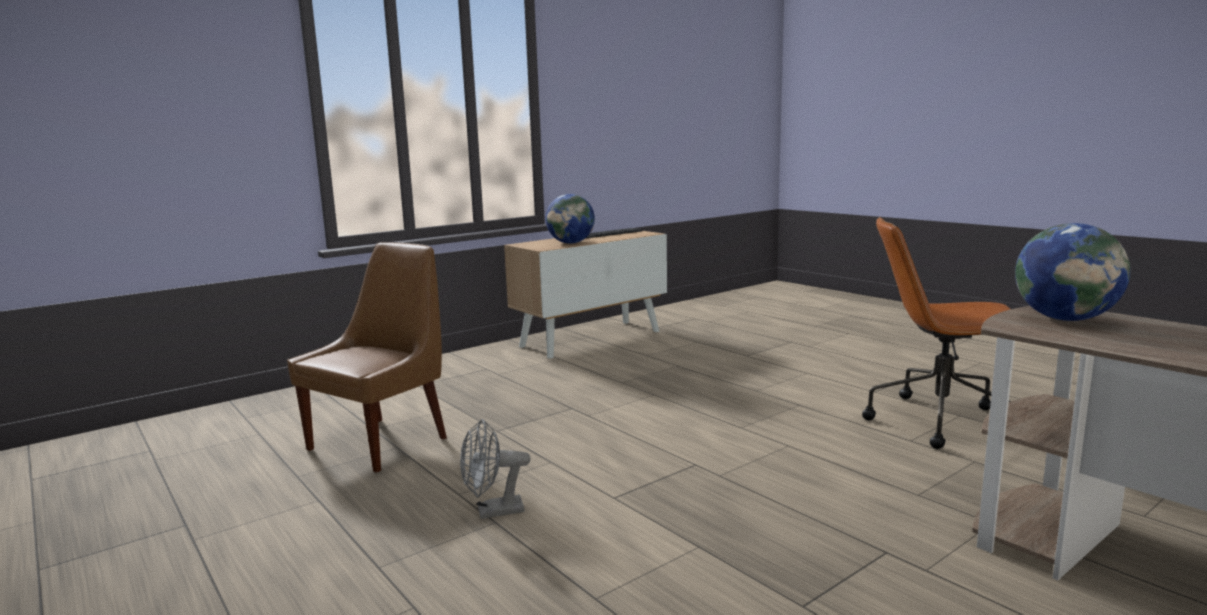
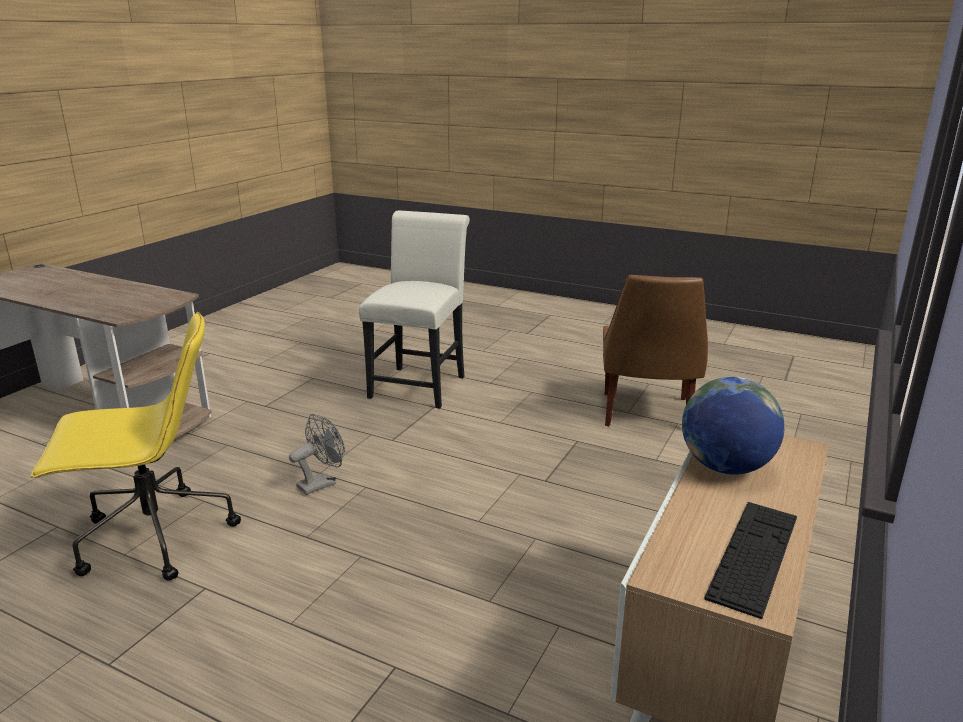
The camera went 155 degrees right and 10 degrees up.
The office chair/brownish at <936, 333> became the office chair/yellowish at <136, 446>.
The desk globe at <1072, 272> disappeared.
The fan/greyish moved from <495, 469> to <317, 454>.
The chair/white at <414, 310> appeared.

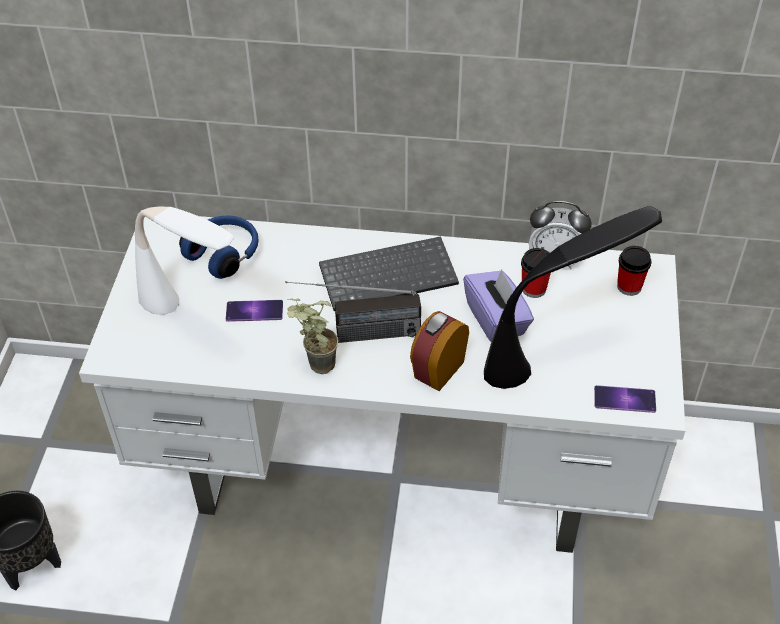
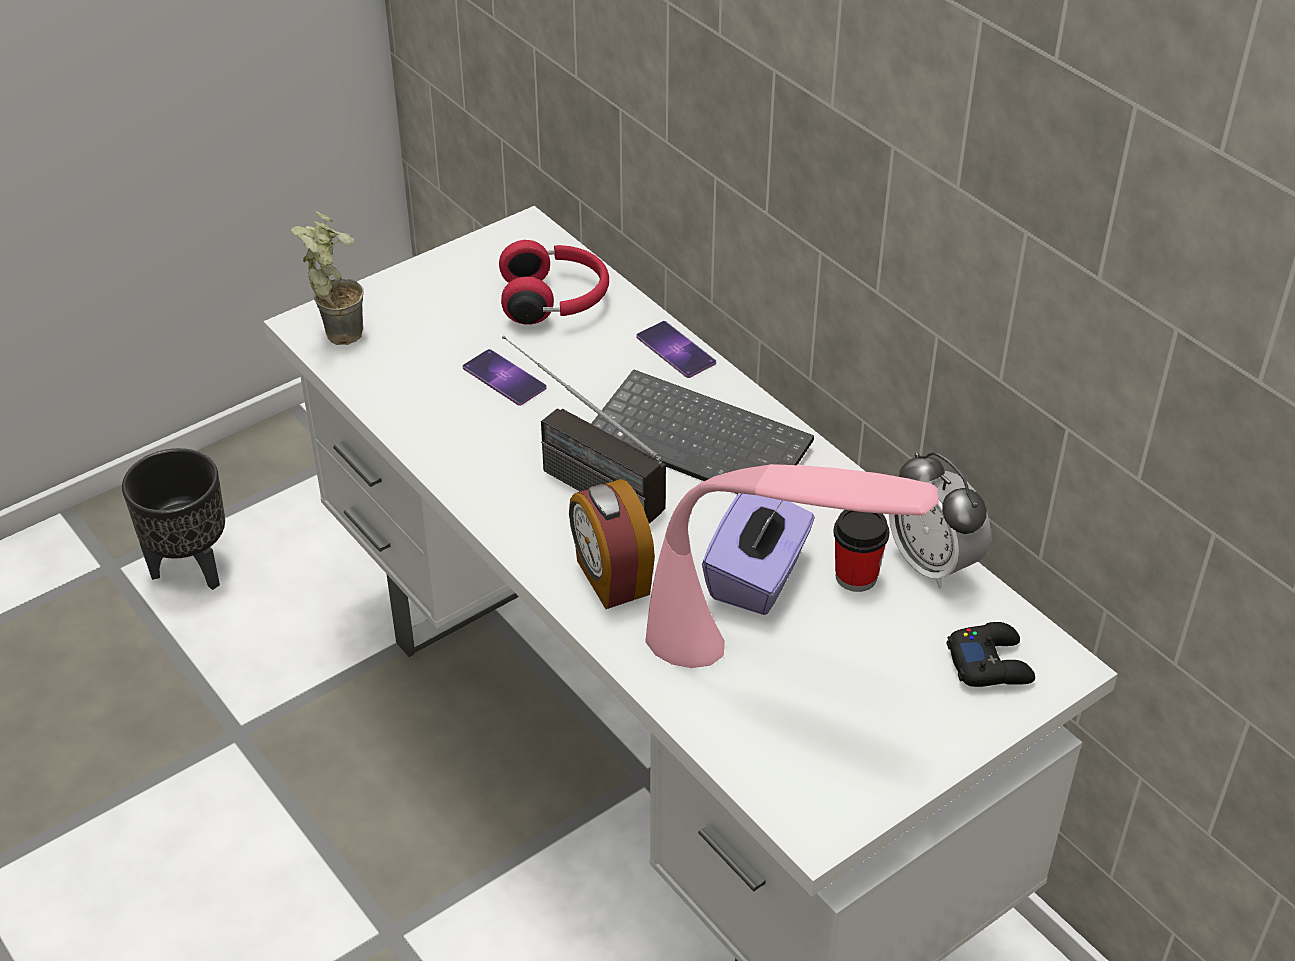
The camera went 45 degrees right and 5 degrees down.
The lamp for a table/black-coloured at <573, 297> became the lamp for a table/pink at <792, 566>.
The lamp for a table/white at <184, 261> disappeared.
The headset/blue at <219, 247> became the headset/red at <554, 282>.
The drinking cup at <634, 271> was replaced by the game controller/black-coloured at <990, 654>.
The houseplant moved from <312, 336> to <327, 278>.
The alarm clock at <439, 351> turned 105 degrees counterclockwise.
The handset moved from <625, 399> to <676, 349>.

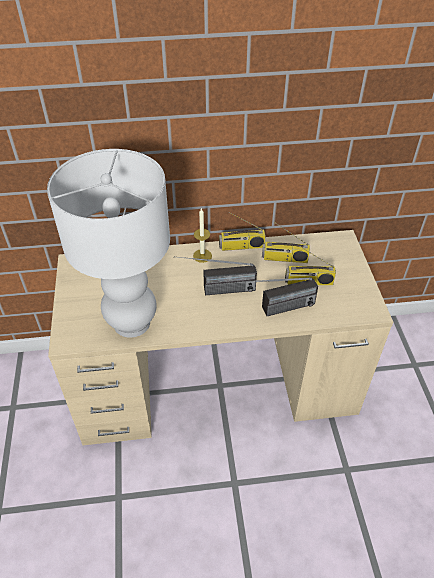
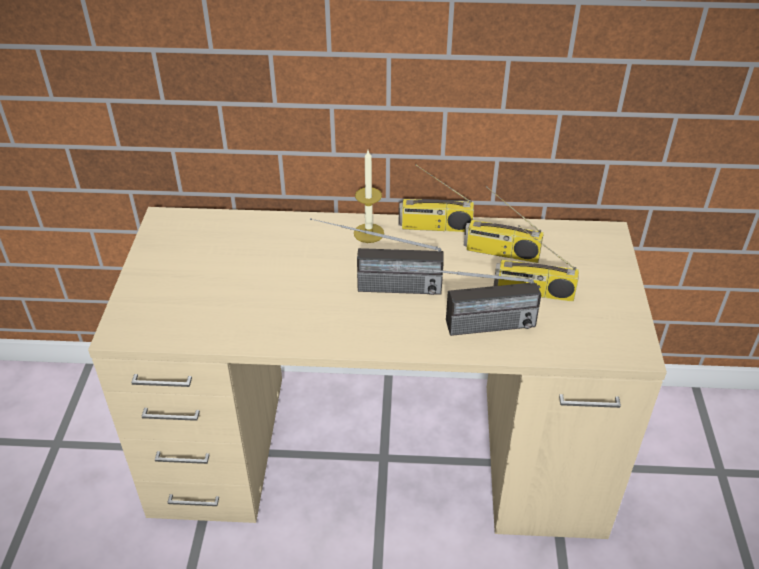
The camera went 10 degrees right and 5 degrees down.
The lamp for a table/white at <108, 243> disappeared.

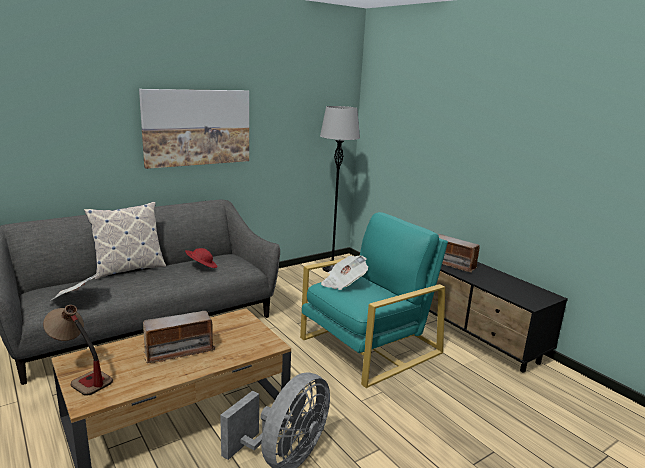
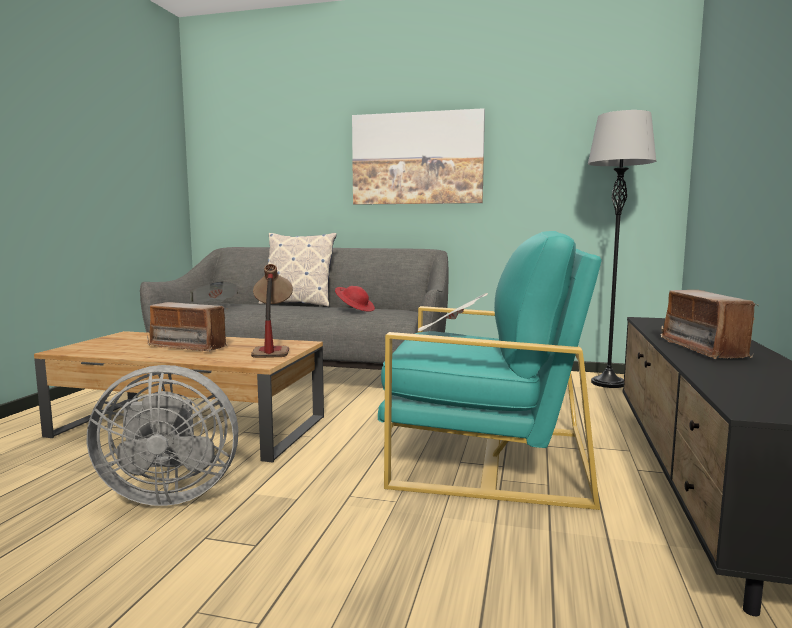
The camera went 50 degrees right and 10 degrees down.
The lamp for a table moved from <78, 350> to <272, 311>.

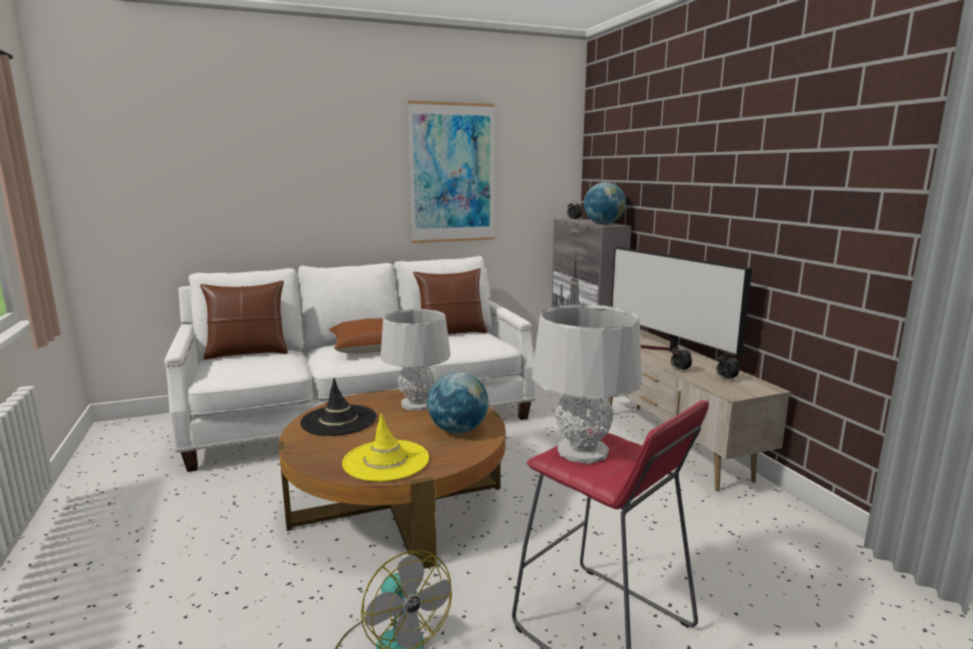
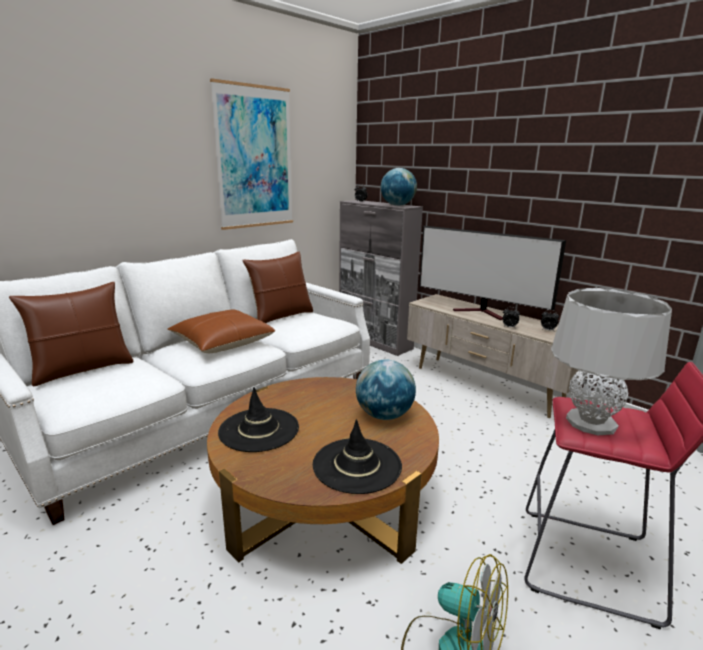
The camera went 25 degrees left and 5 degrees up.
The lamp for a table/greyish at <415, 360> disappeared.
The clothing hat/yellowish at <385, 447> became the clothing hat/black-coloured at <357, 456>.

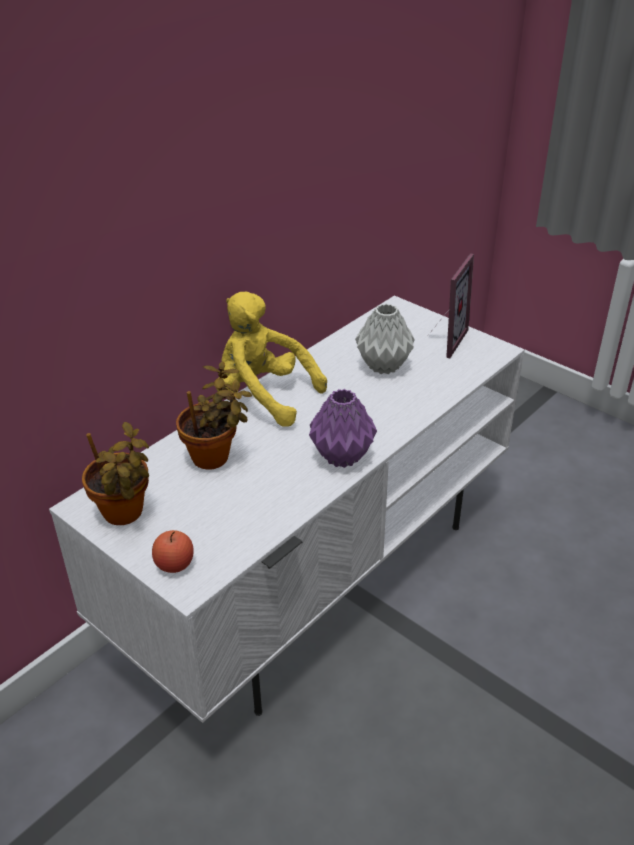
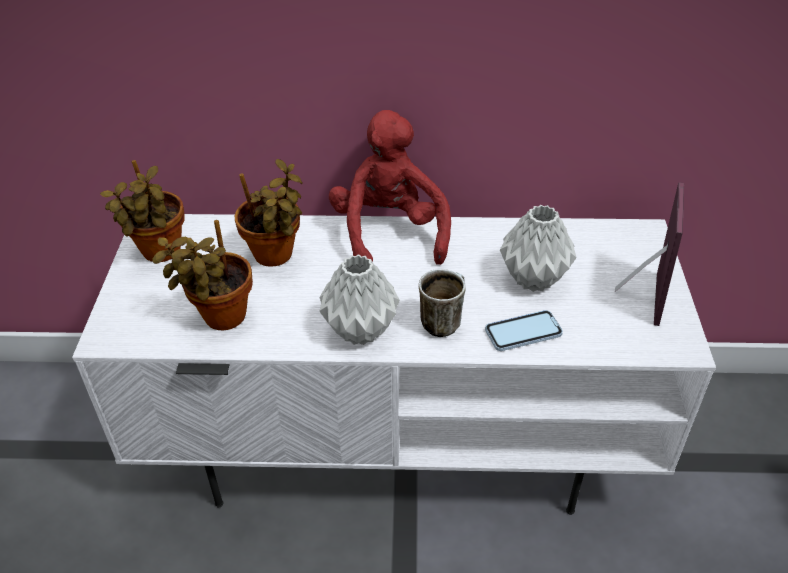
The camera went 50 degrees right and 5 degrees up.
The photo frame at <451, 305> turned 60 degrees counterclockwise.
The plush toy/yellowish at <271, 359> became the plush toy/red at <390, 187>.
The vase/purple-coloured at <343, 428> became the vase/greyish at <359, 299>.
The apple fruit at <173, 551> disappeared.
The houseplant at <203, 275> appeared.
The mug at <442, 303> appeared.
The handset at <524, 330> appeared.

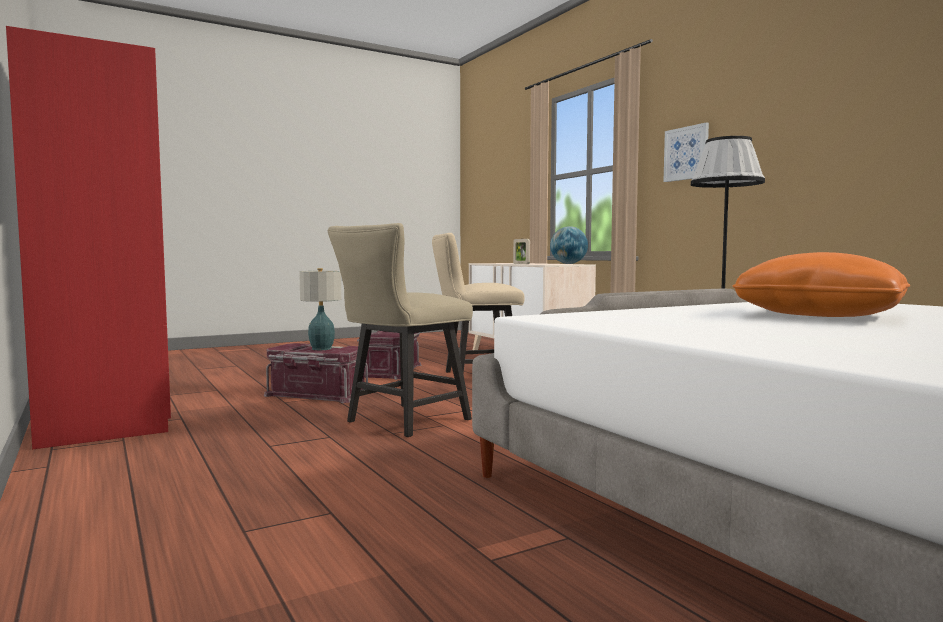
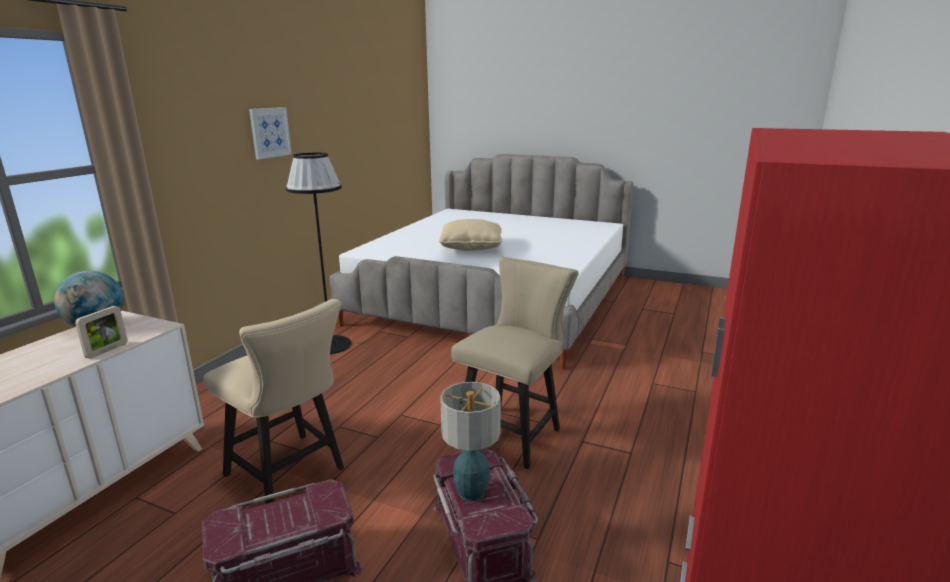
The camera went 125 degrees left and 15 degrees up.
The picture moved from <686, 152> to <270, 133>.
The chair/beige at <400, 330> turned 60 degrees counterclockwise.
The cushion/orange at <821, 284> became the cushion/beige at <470, 235>.

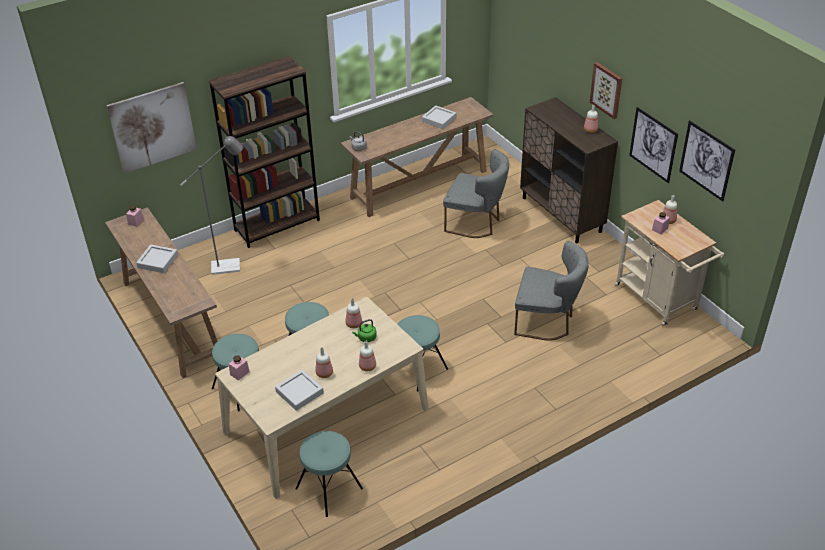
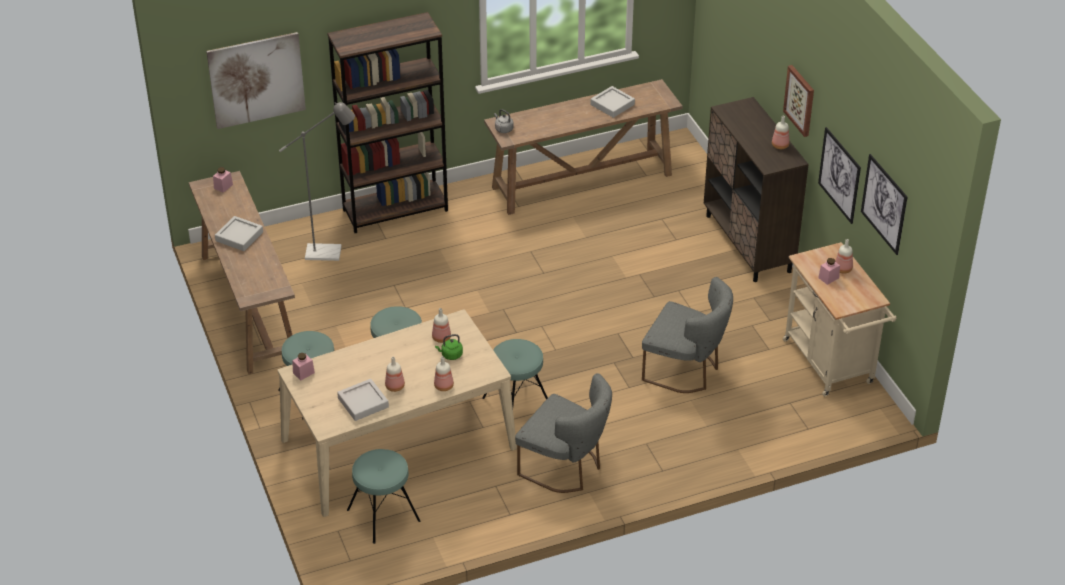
The camera went 10 degrees right and 0 degrees up.
The chair/greyish moved from <476, 193> to <563, 433>.

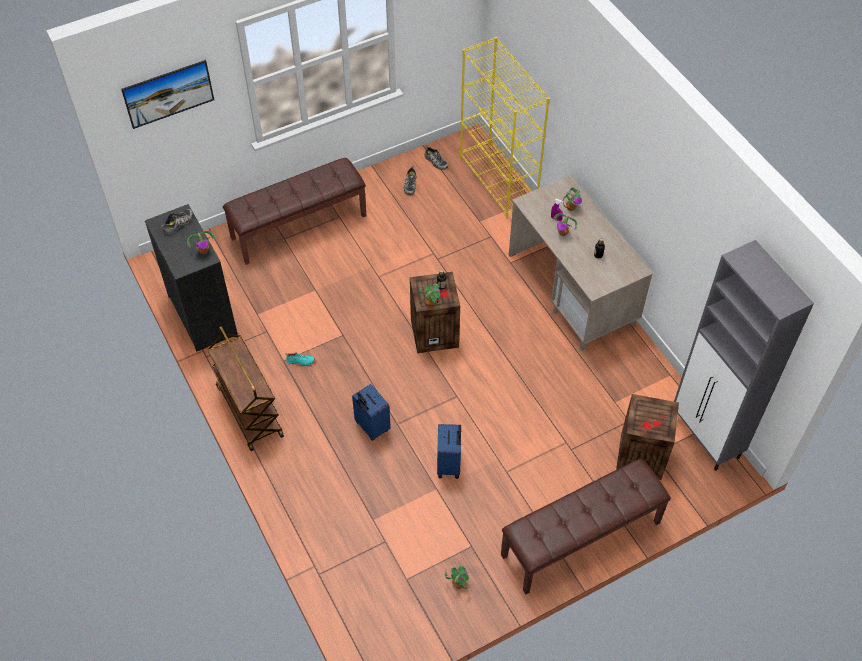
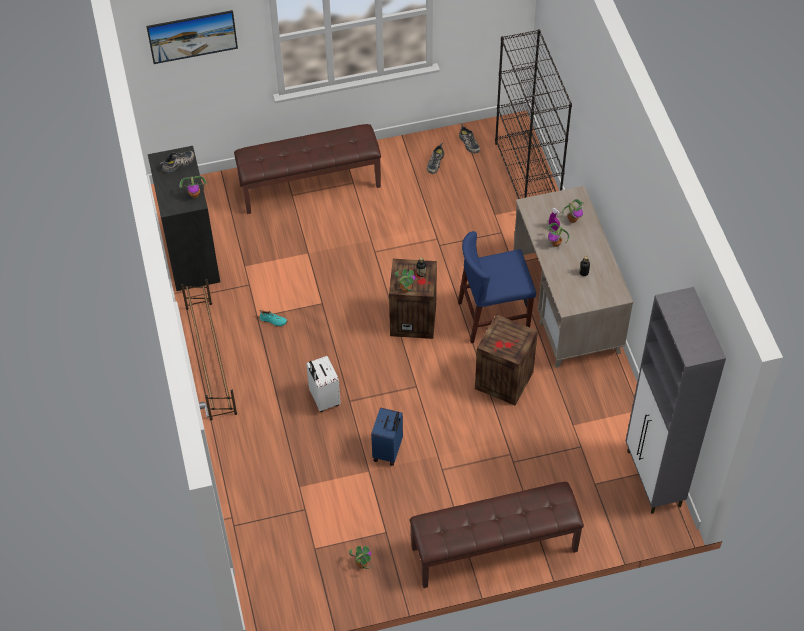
The camera went 15 degrees right and 0 degrees up.
The shelving unit/yellowish at <505, 127> became the shelving unit/black-coloured at <533, 114>.
The wheeled cart/brownish at <245, 388> was replaced by the shoe stand/brownish at <209, 349>.
The piece of luggage/blue at <371, 412> became the piece of luggage/white at <323, 384>.
The packing crate moved from <647, 437> to <506, 359>.
The chair/blue at <497, 287> appeared.

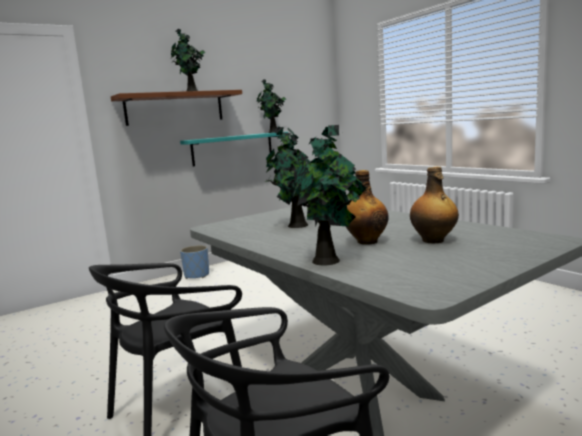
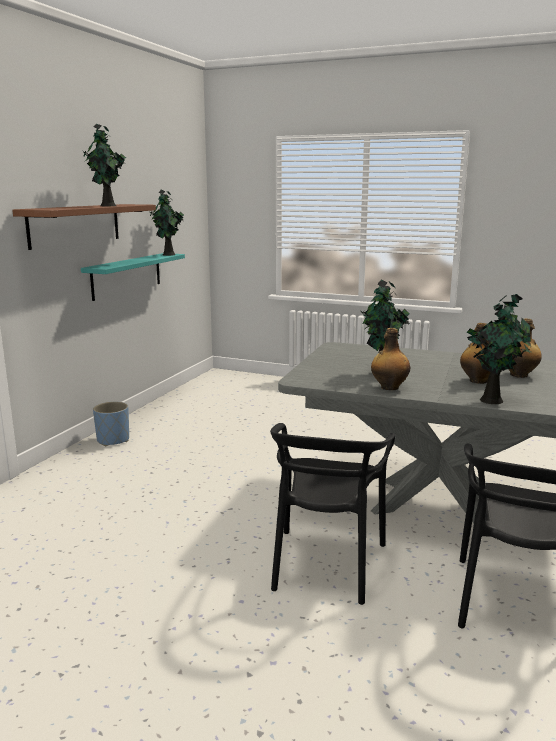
The camera went 35 degrees left and 5 degrees up.
The beverage bottle at <390, 359> appeared.

